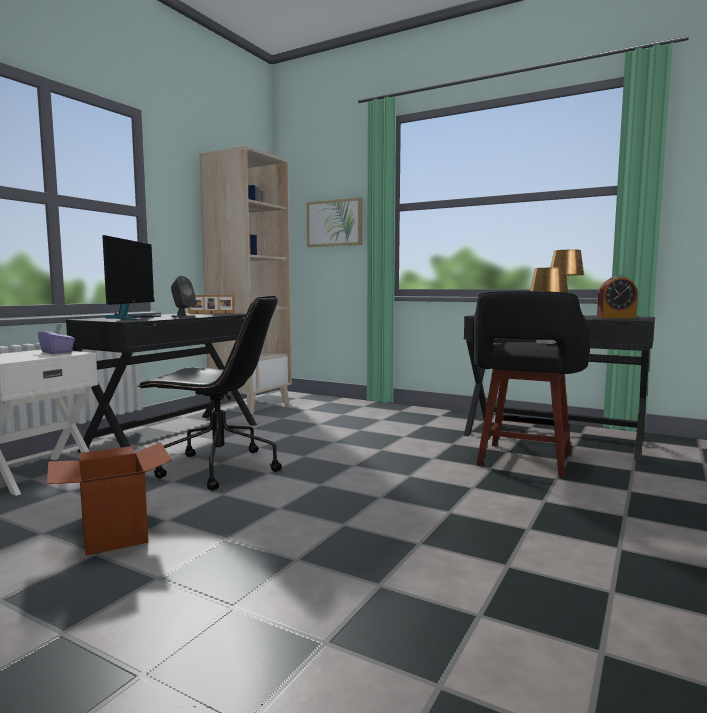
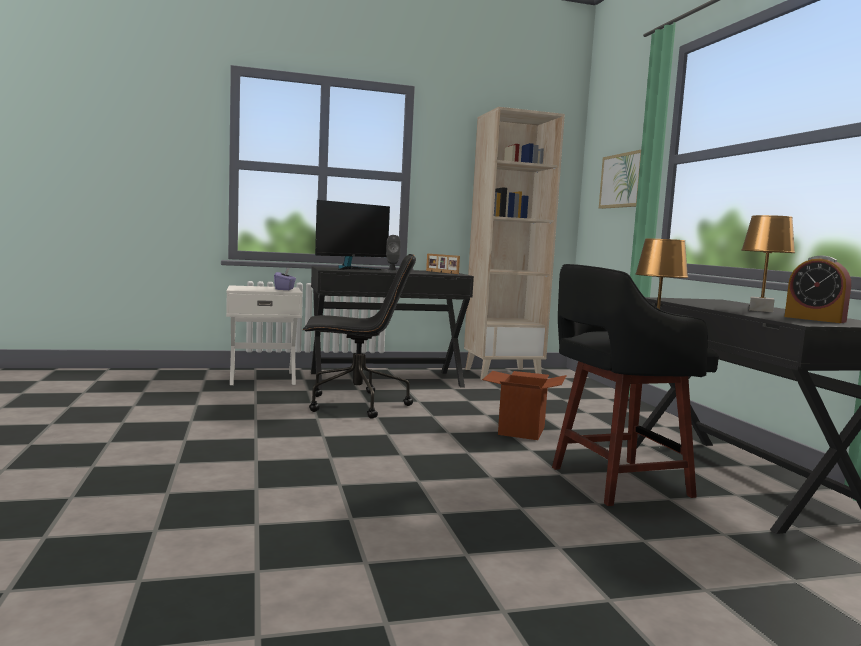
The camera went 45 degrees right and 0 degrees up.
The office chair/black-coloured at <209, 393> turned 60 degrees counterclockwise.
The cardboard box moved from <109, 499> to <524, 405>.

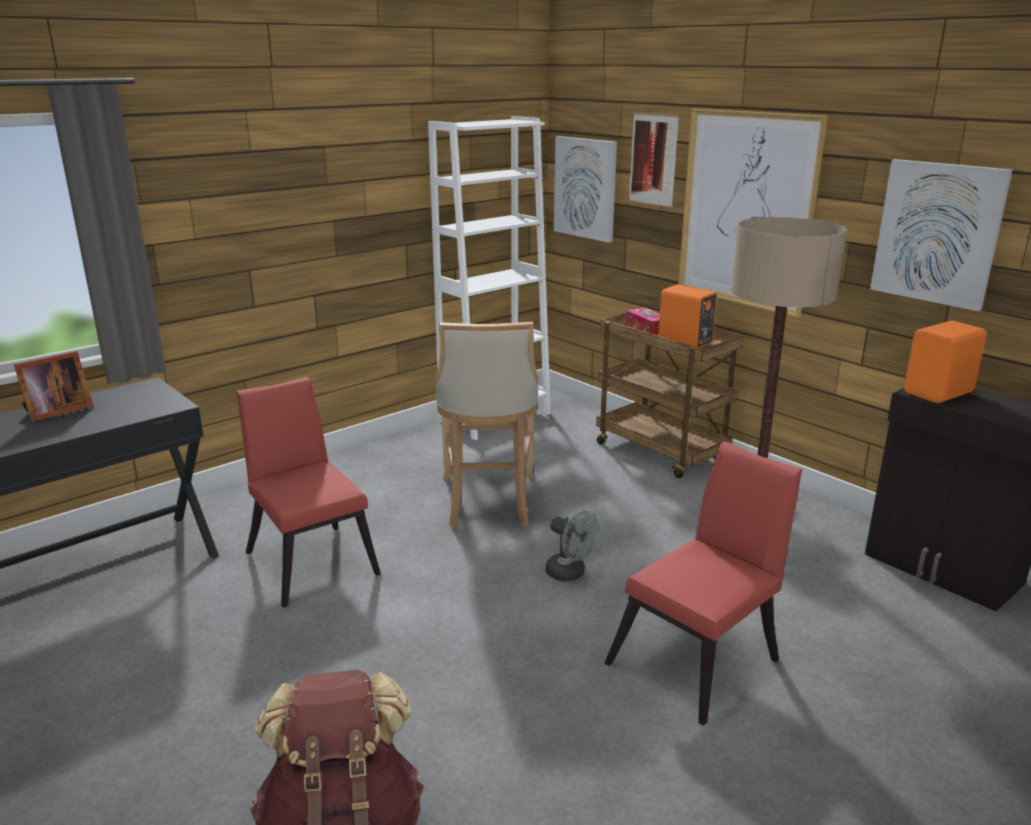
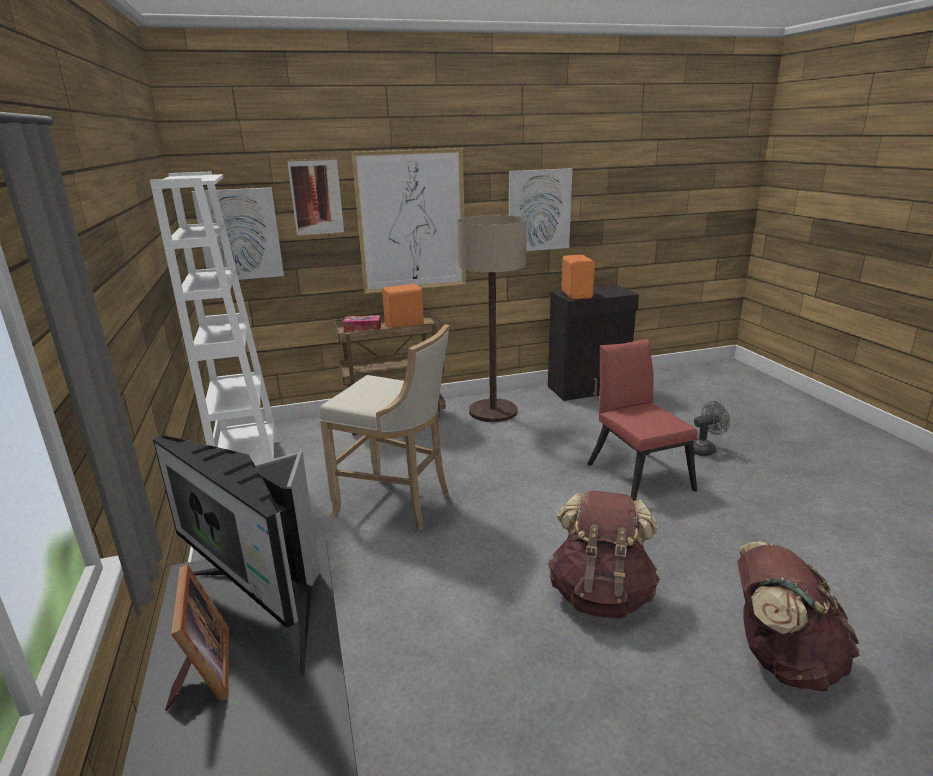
The camera went 65 degrees left and 0 degrees up.
The chair/red at <308, 492> disappeared.
The fan/greyish moved from <573, 546> to <711, 428>.
The computer screen at <236, 556> appeared.
The backpack/brownish at <604, 555> appeared.

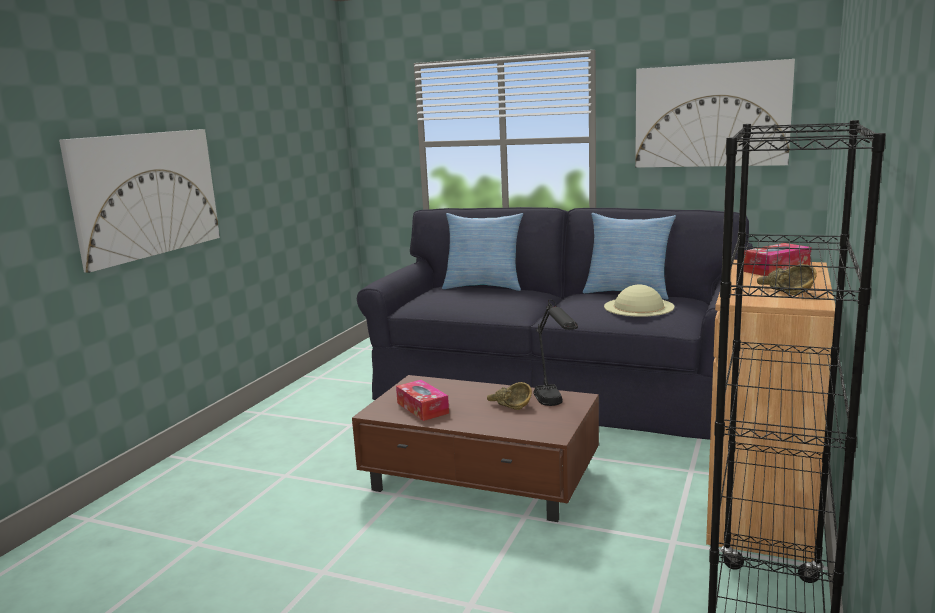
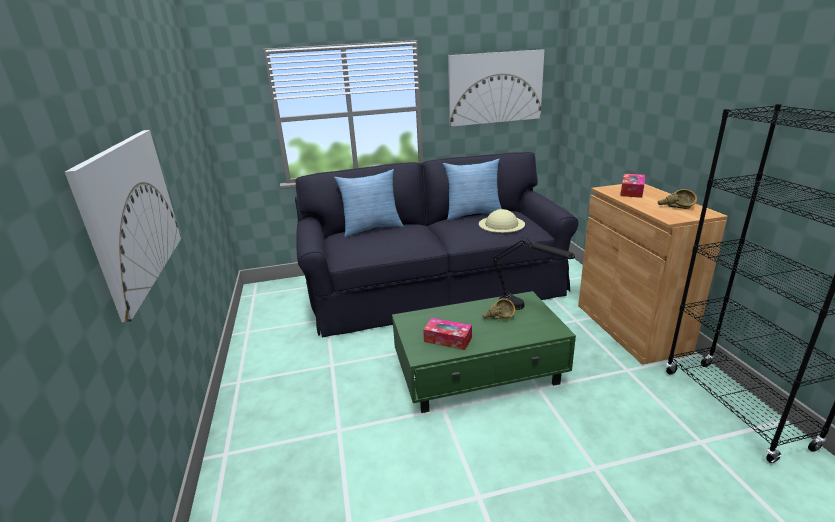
The camera went 35 degrees left and 10 degrees up.
The low table/brownish at <475, 448> became the low table/green at <484, 352>.

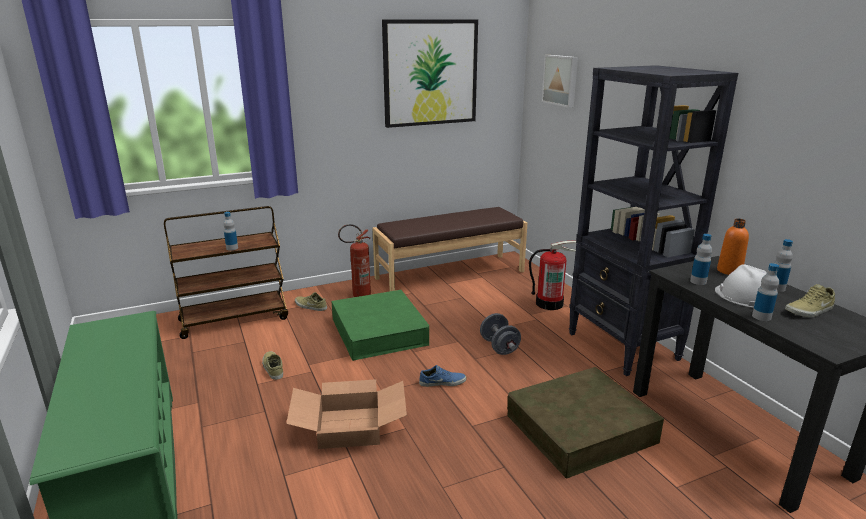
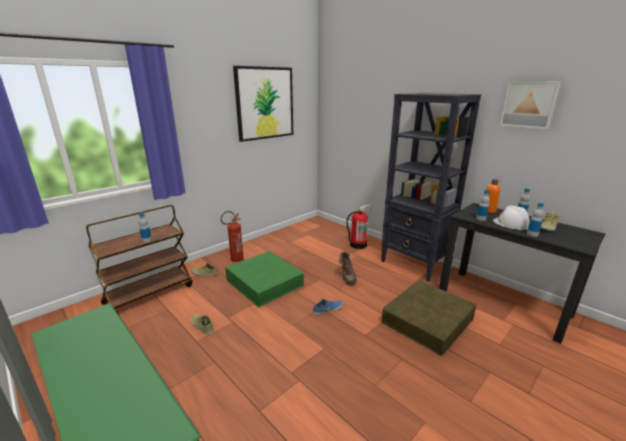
The camera went 20 degrees left and 0 degrees up.
The picture moved from <560, 81> to <530, 105>.
The indoor bench/brownish at <449, 249> disappeared.
The dumbbell/greyish at <500, 334> was replaced by the high-top boot/brownish at <348, 268>.
The cardboard box at <346, 414> disappeared.

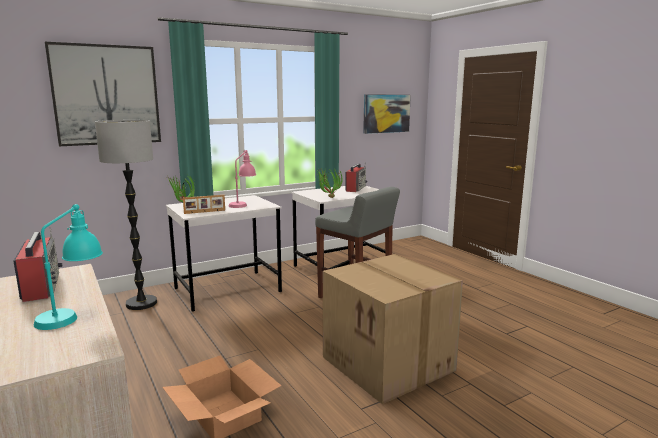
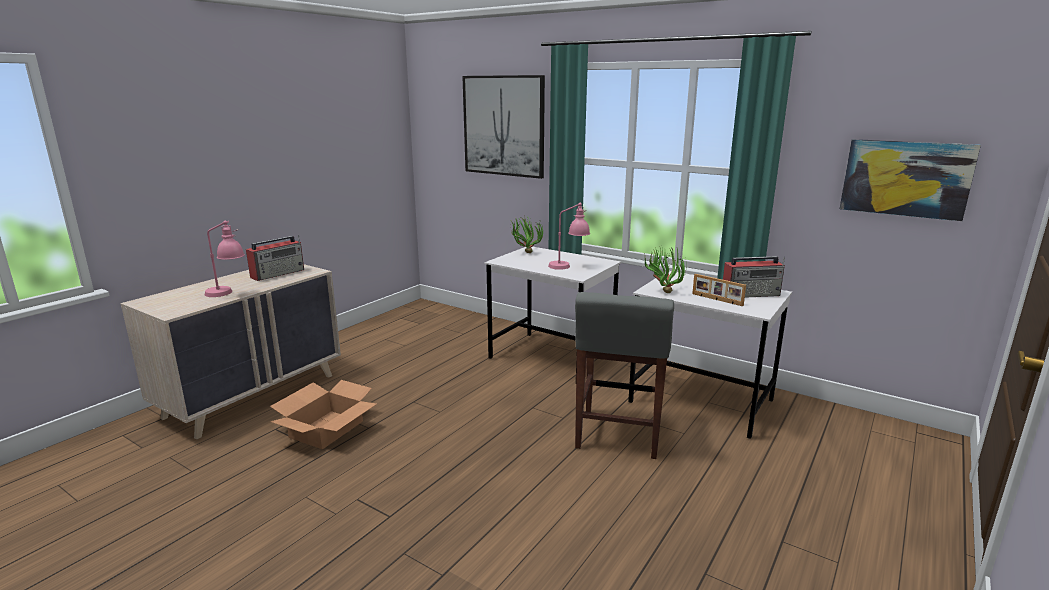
The camera went 65 degrees right and 5 degrees up.
The standing lamp at <126, 215> disappeared.
The photo frame moved from <204, 204> to <719, 290>.
The lamp for a table/turquoise-coloured at <68, 267> became the lamp for a table/pink at <225, 258>.
The cardboard box at <393, 329> disappeared.

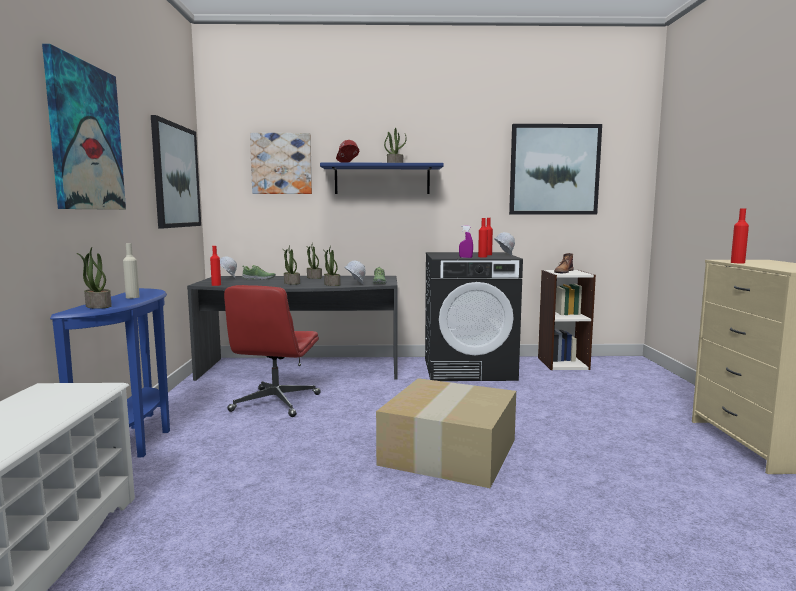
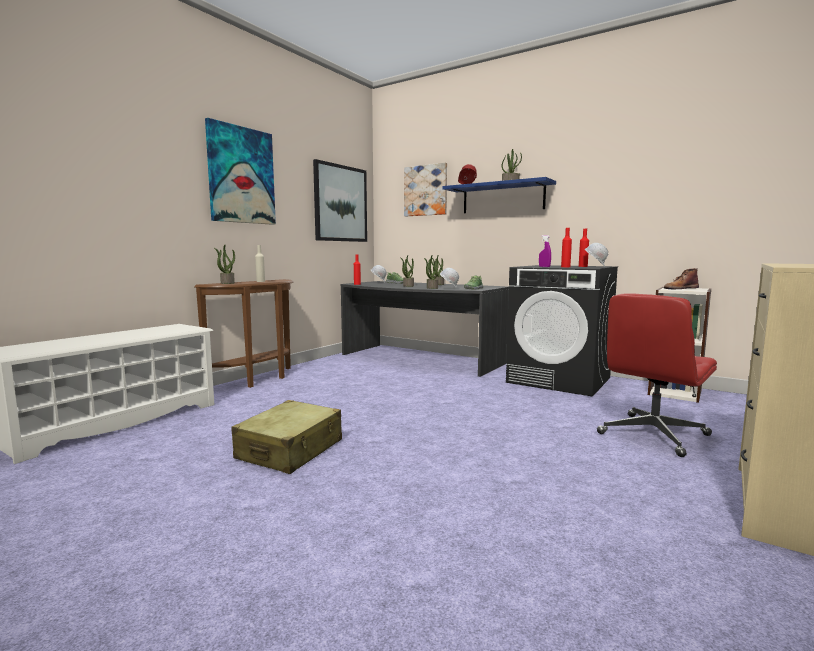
The camera went 35 degrees right and 0 degrees up.
The picture at <555, 169> disappeared.
The beverage bottle/red at <740, 236> disappeared.
The office chair/red moved from <272, 351> to <657, 375>.
The console table/blue at <110, 372> became the console table/brownish at <243, 333>.
The cardboard box at <446, 433> disappeared.
The piece of luggage/beige at <287, 437> appeared.

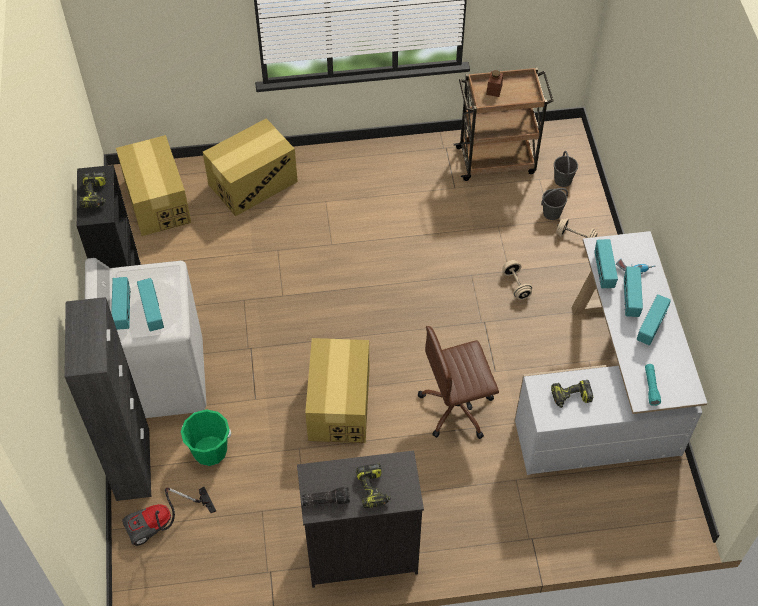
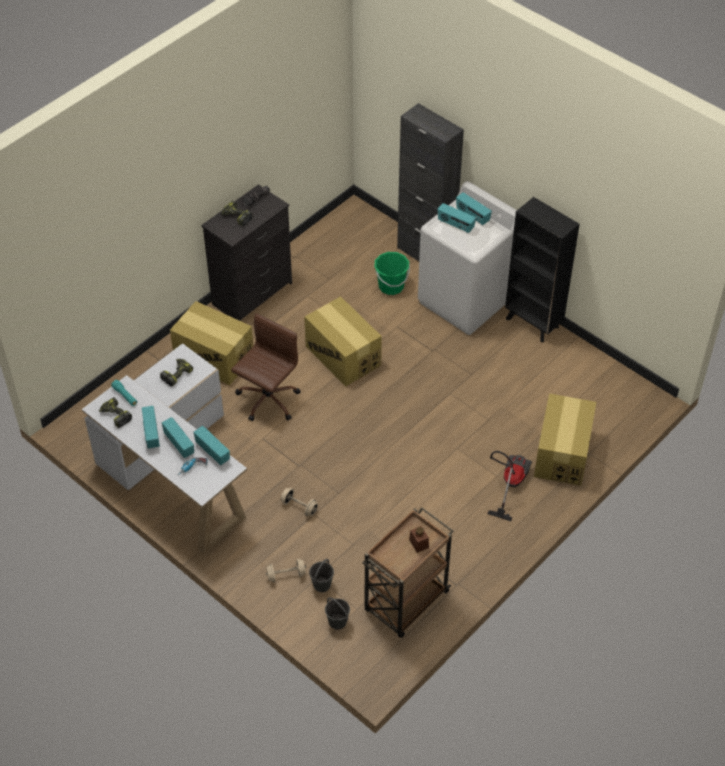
The camera went 140 degrees right and 5 degrees down.
The cardboard box moved from <153, 185> to <211, 343>.
The drill moved from <92, 190> to <115, 412>.
The hoover moved from <169, 516> to <509, 486>.

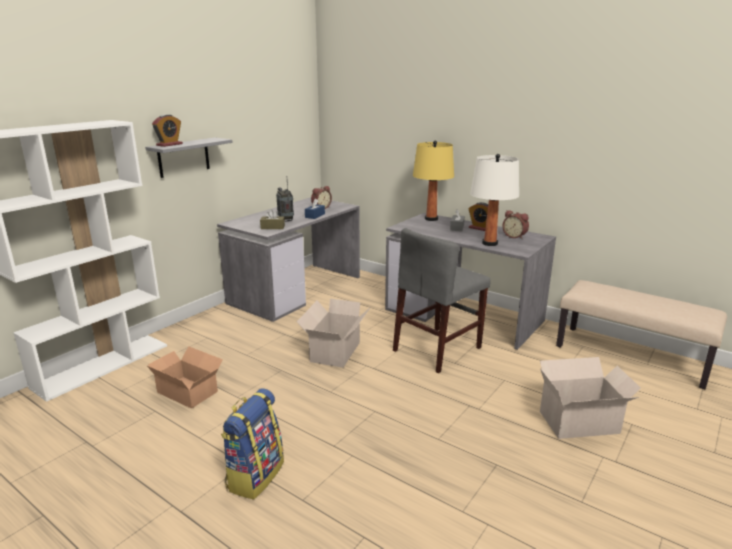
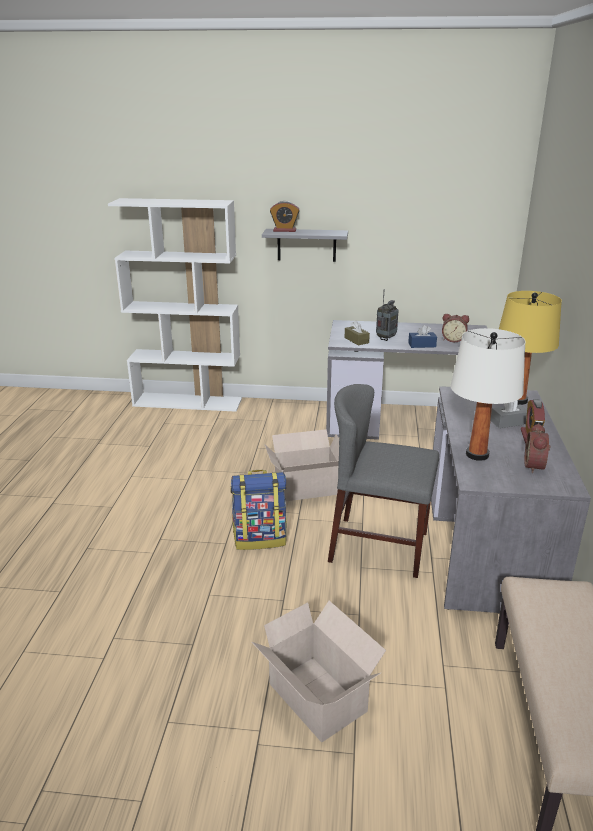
The camera went 60 degrees right and 5 degrees up.
The cardboard box at <184, 377> disappeared.
The backpack moved from <252, 444> to <258, 510>.

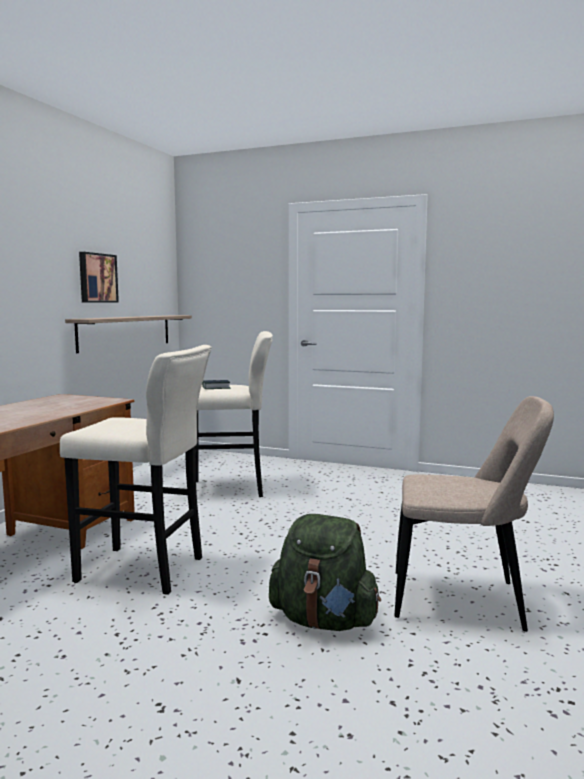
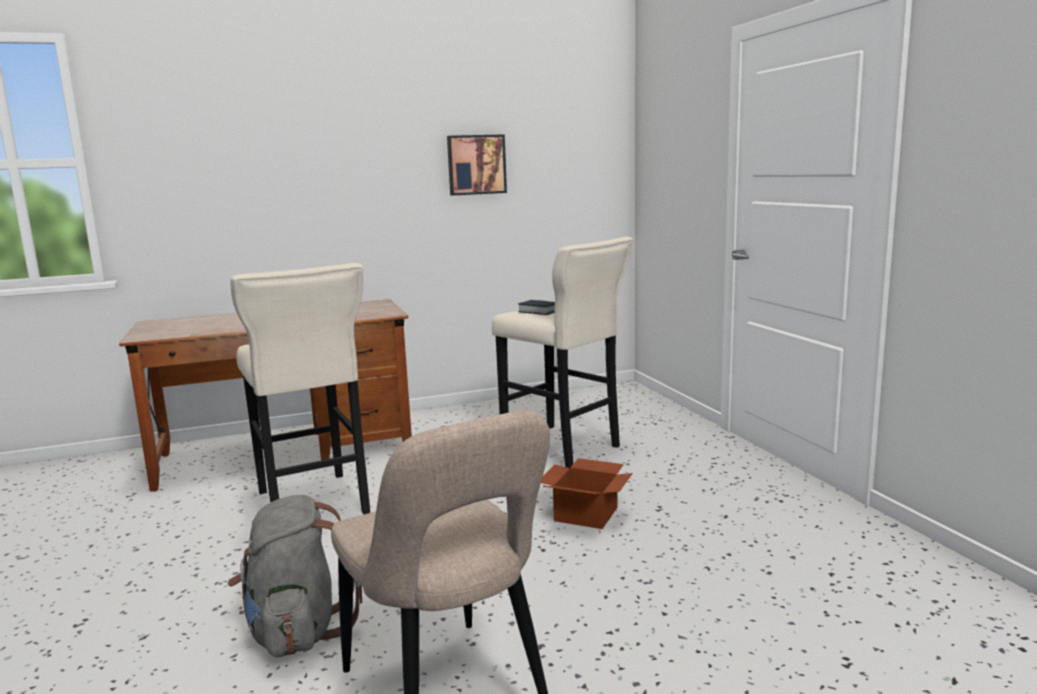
The camera went 50 degrees right and 5 degrees up.
The bracket shelf at <128, 334> disappeared.
The backpack/green at <325, 572> became the backpack/greyish at <294, 576>.
The cardboard box at <587, 493> appeared.

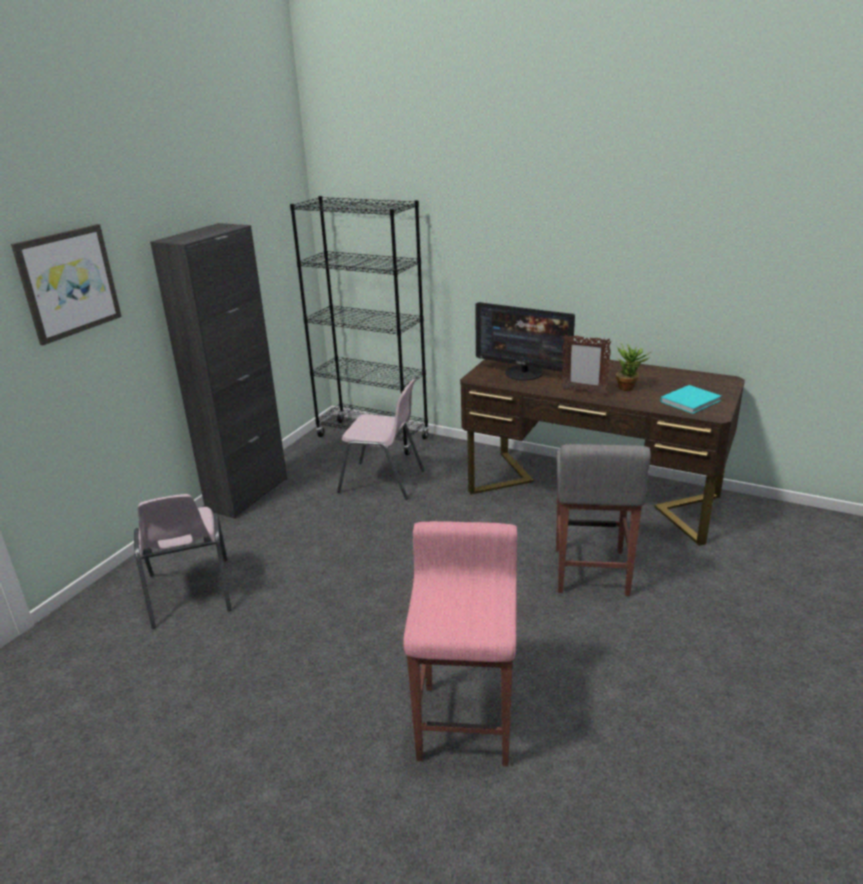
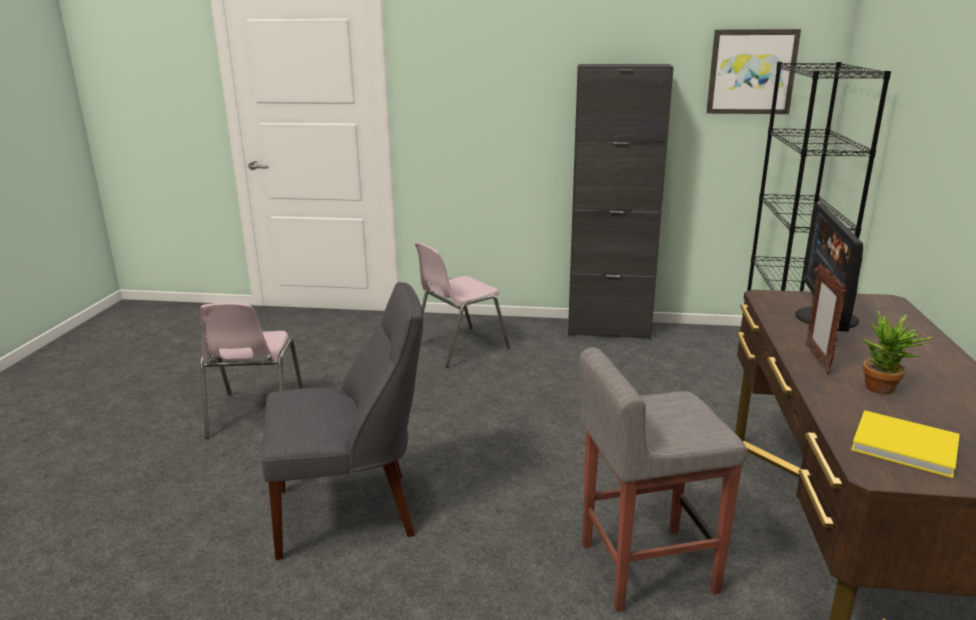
The camera went 70 degrees right and 5 degrees down.
The picture moved from <66, 284> to <753, 71>.
The chair/pink moved from <381, 439> to <251, 371>.
The book/turquoise-coloured at <690, 399> became the book/yellowish at <905, 444>.
The stool/pink at <460, 643> was replaced by the chair/greyish at <342, 421>.

